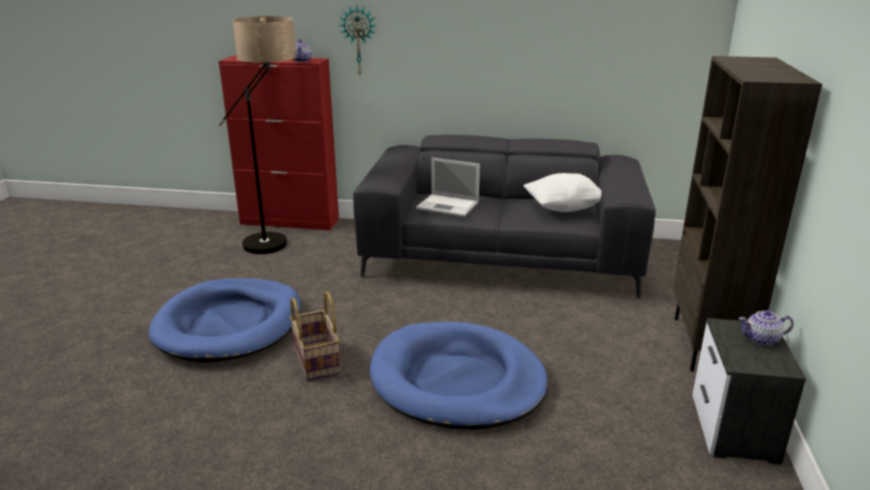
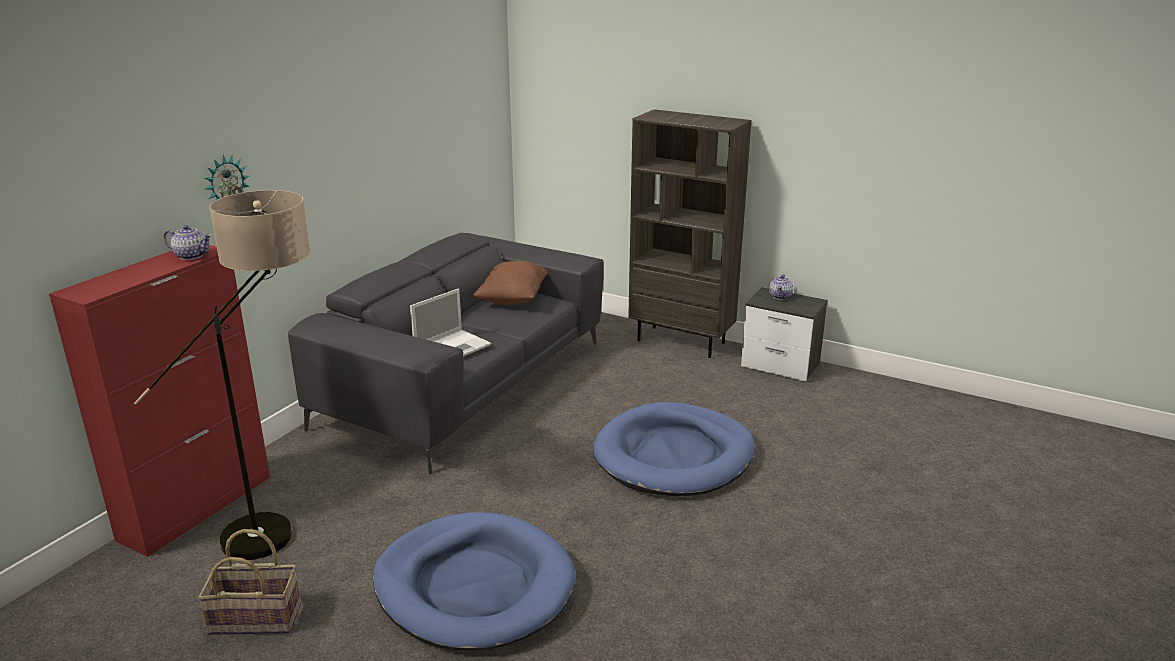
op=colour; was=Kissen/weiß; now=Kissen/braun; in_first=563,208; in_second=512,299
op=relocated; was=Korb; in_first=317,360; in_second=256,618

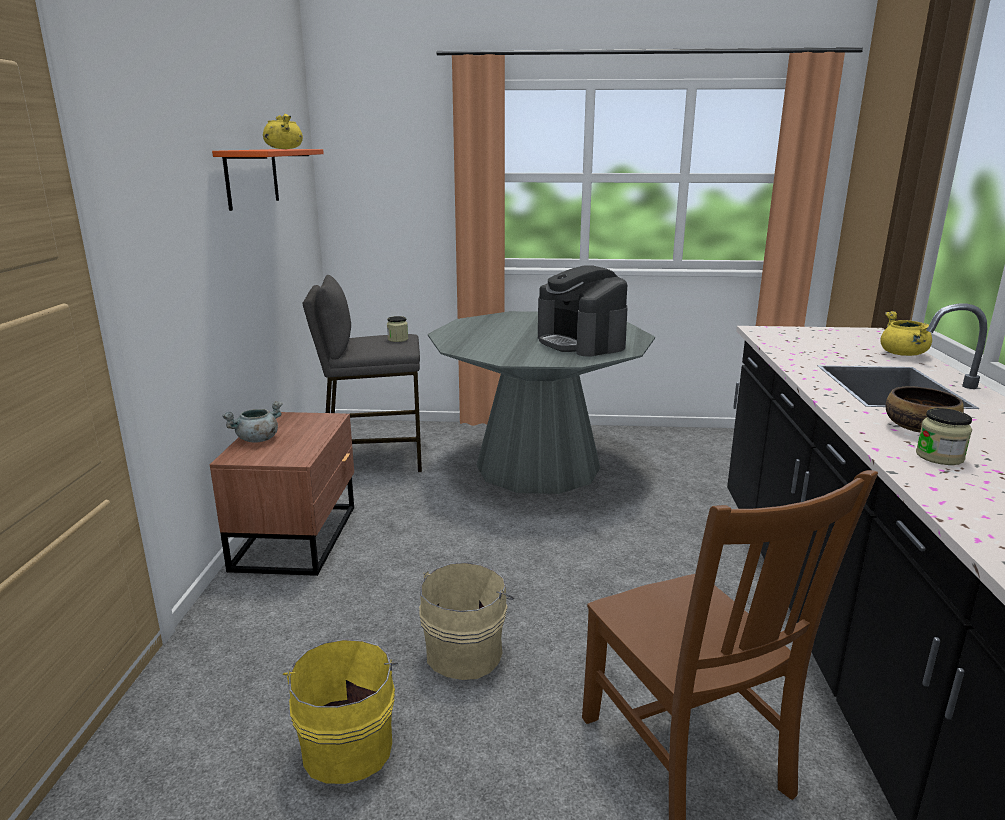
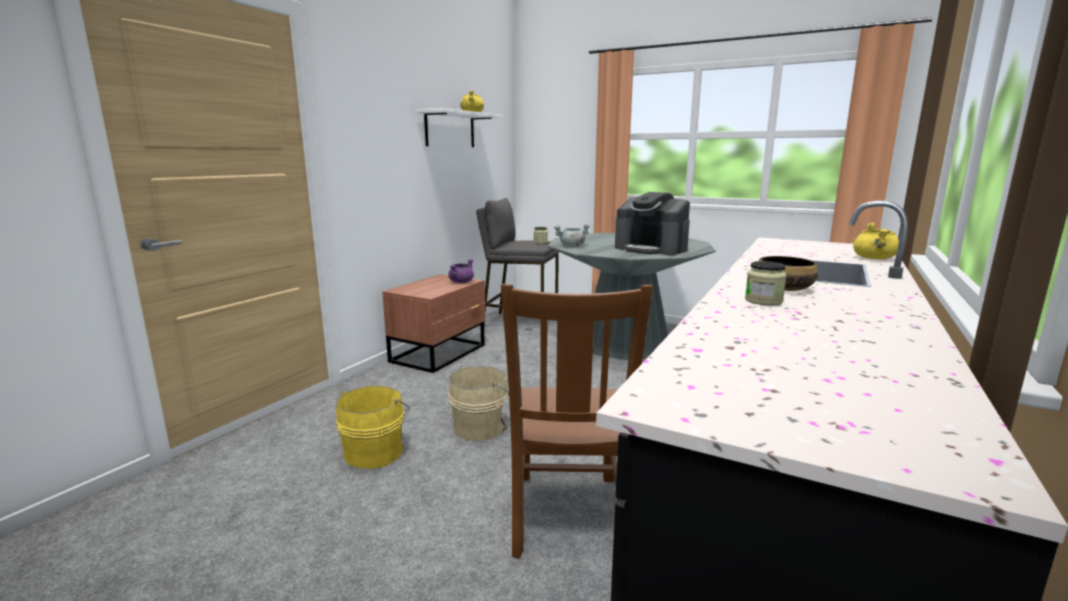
op=colour; was=Wandregal/orange; now=Wandregal/weiß; in_first=252,177; in_second=450,129
op=spun; was=Kaffeemaschine; in_first=581,343; in_second=651,249; clockwise=-45
op=relocated; was=Kochtopf/grau; in_first=257,439; in_second=572,246
op=appeared; now=Kochtopf/lila; in_second=461,282

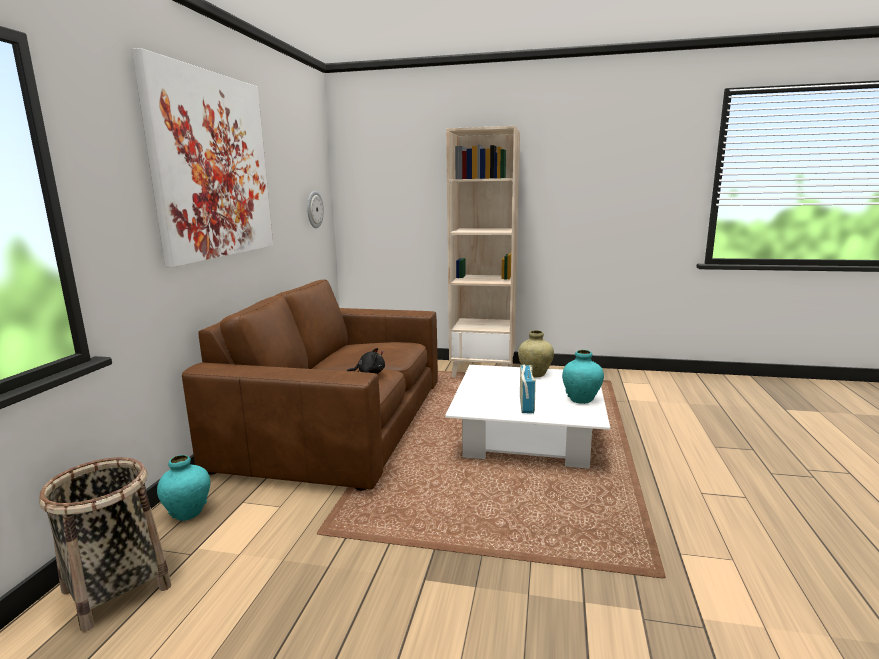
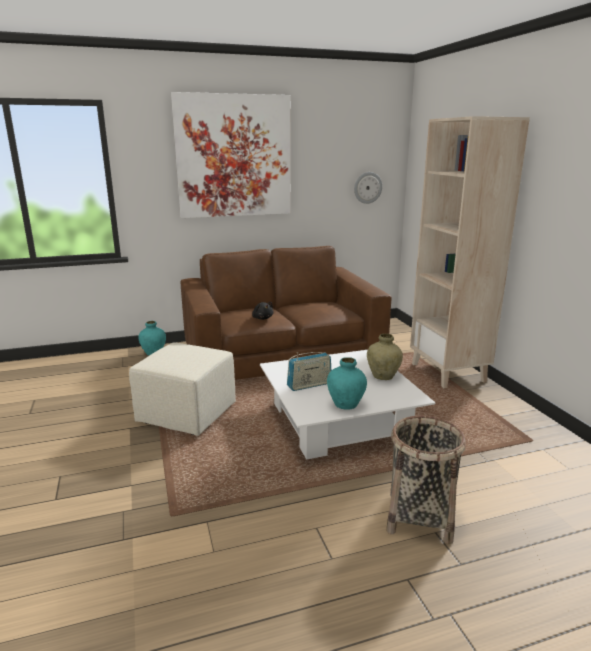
op=relocated; was=Korb; in_first=116,588; in_second=419,517
op=appeared; now=Polsterhocker/beige; in_second=188,415

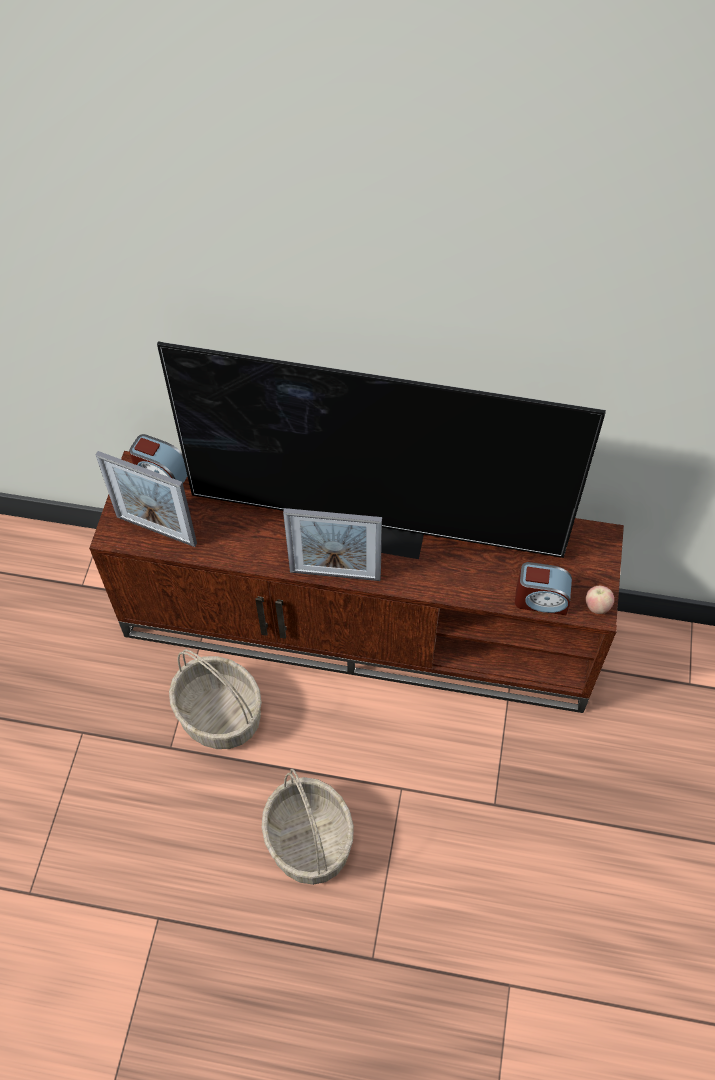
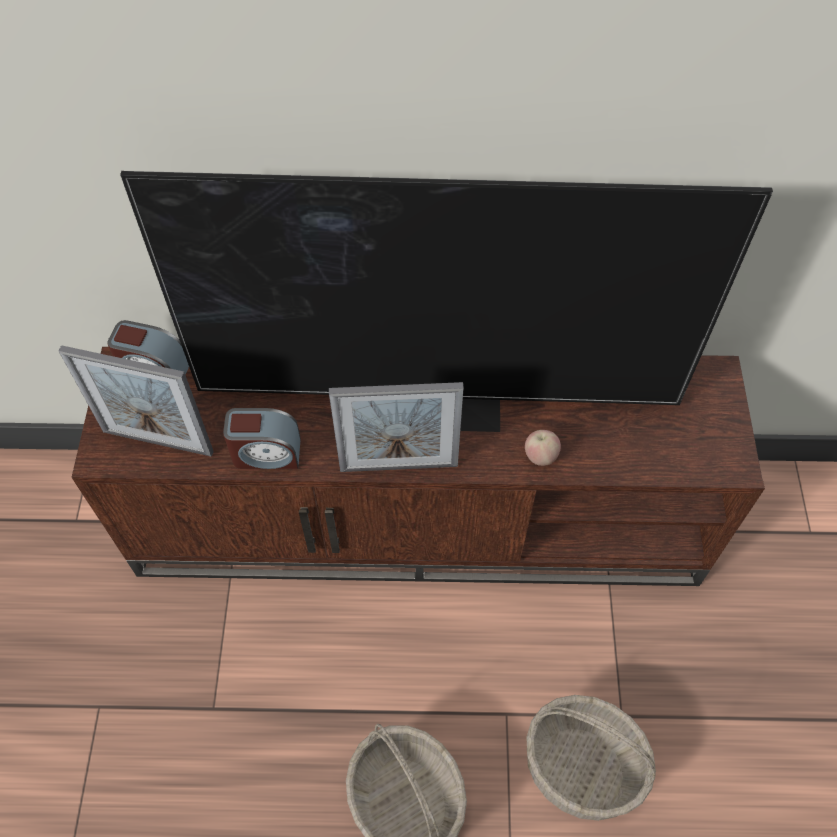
op=relocated; was=Wecker; in_first=541,599; in_second=266,453
op=relocated; was=Apfel; in_first=597,606; in_second=540,456
op=relocated; was=Korb; in_first=221,715; in_second=582,767

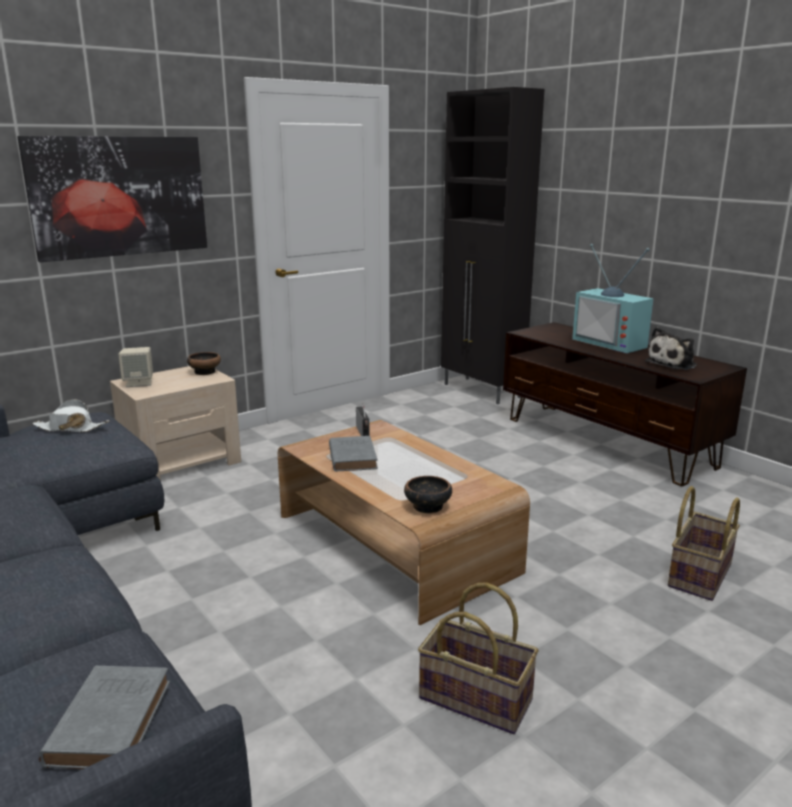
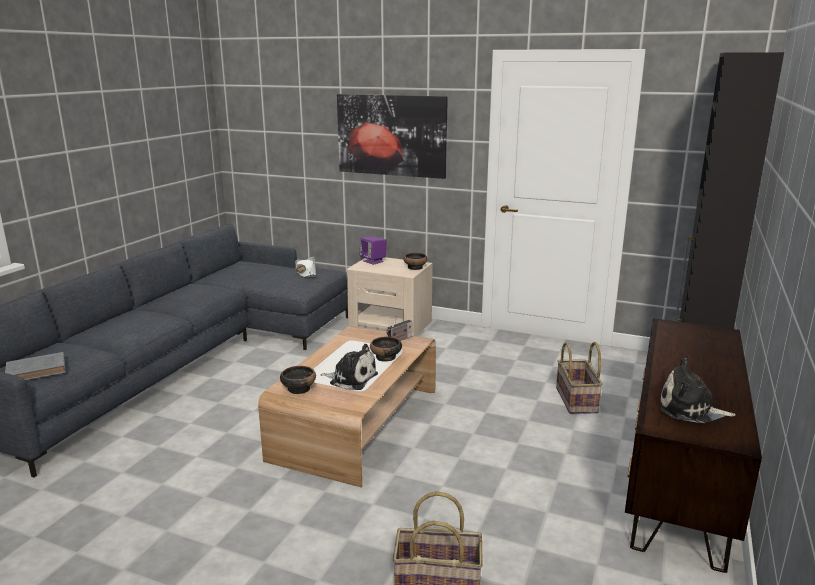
op=missing; was=Fernseher; in_first=612,343
op=colour; was=Lautsprecher/beige; now=Lautsprecher/lila; in_first=139,383; in_second=373,261
op=missing; was=Buch/grau; in_first=352,457
op=relocated; was=Korb; in_first=477,698; in_second=577,400
op=appeared; now=Schüssel; in_second=386,357
op=appeared; now=Plüschtier; in_second=351,378

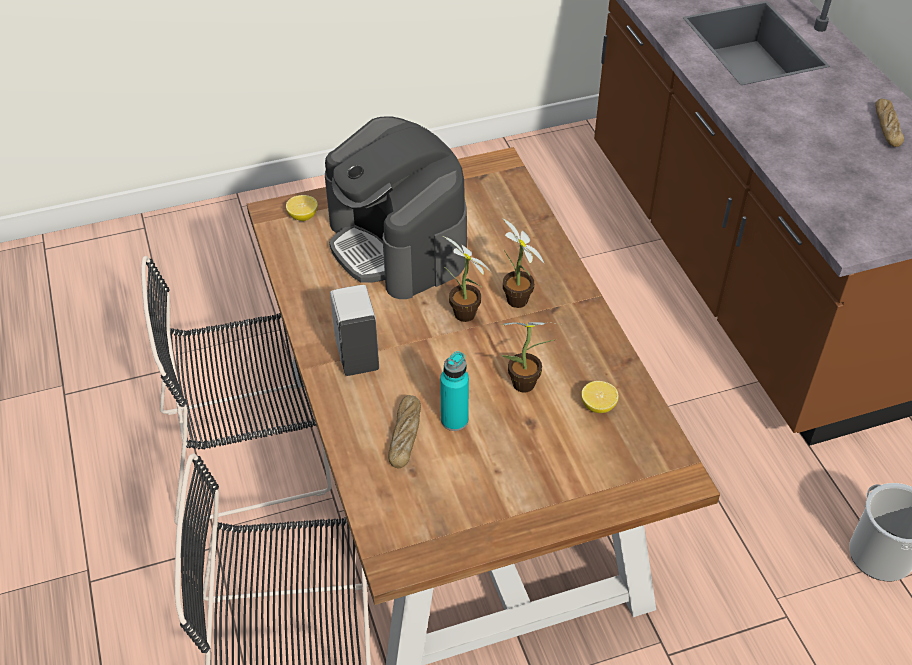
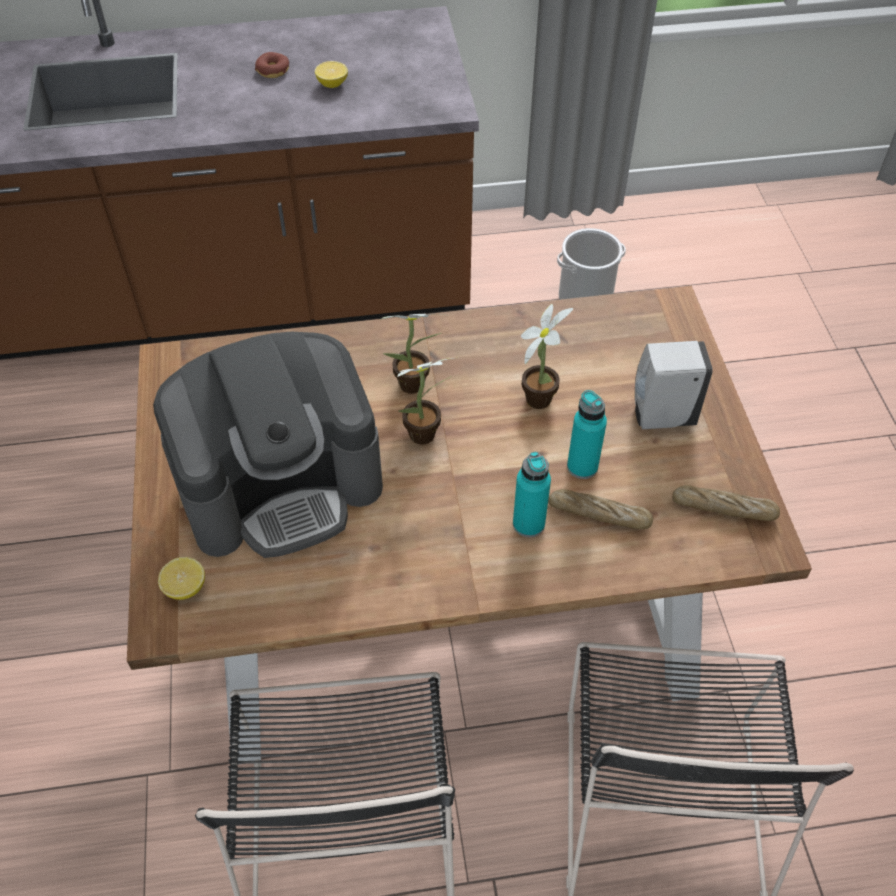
op=relocated; was=Brot; in_first=887,127; in_second=723,509
op=relocated; was=Seifenspender/weiß; in_first=357,355; in_second=660,416
op=relocated; was=Zitrone; in_first=598,406; in_second=332,84
op=appeared; now=Donut; in_second=273,70
op=appeared; now=Flasche/türkis; in_second=528,524

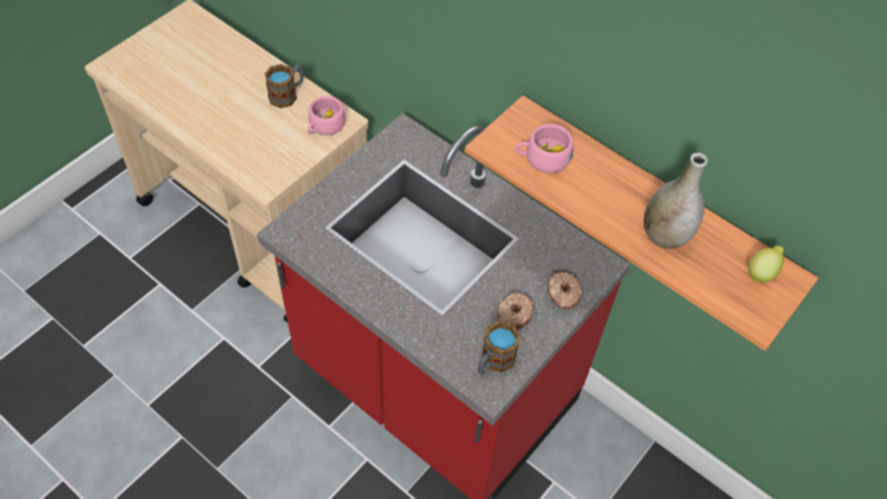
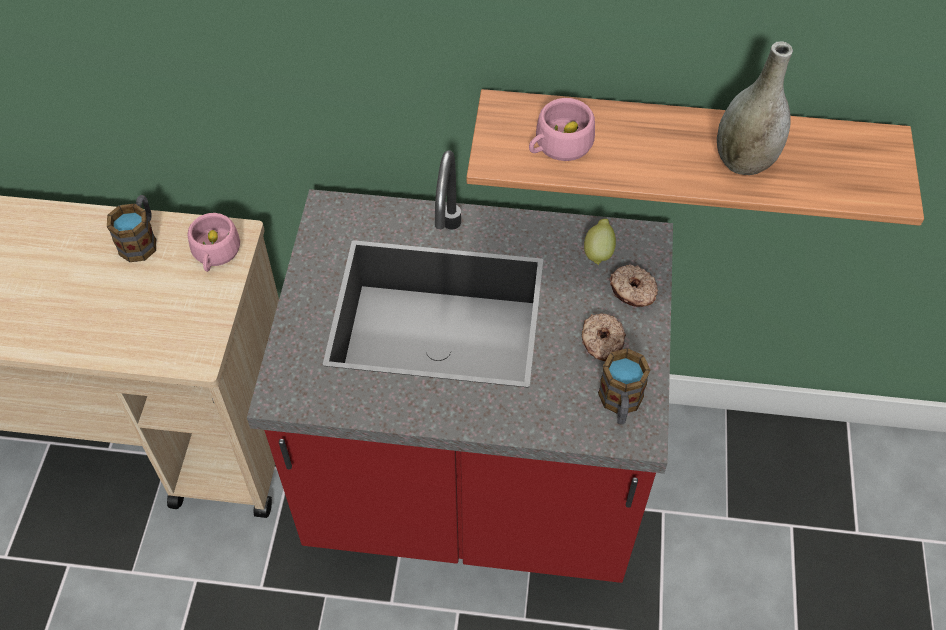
op=relocated; was=Zitrone; in_first=761,273; in_second=598,252

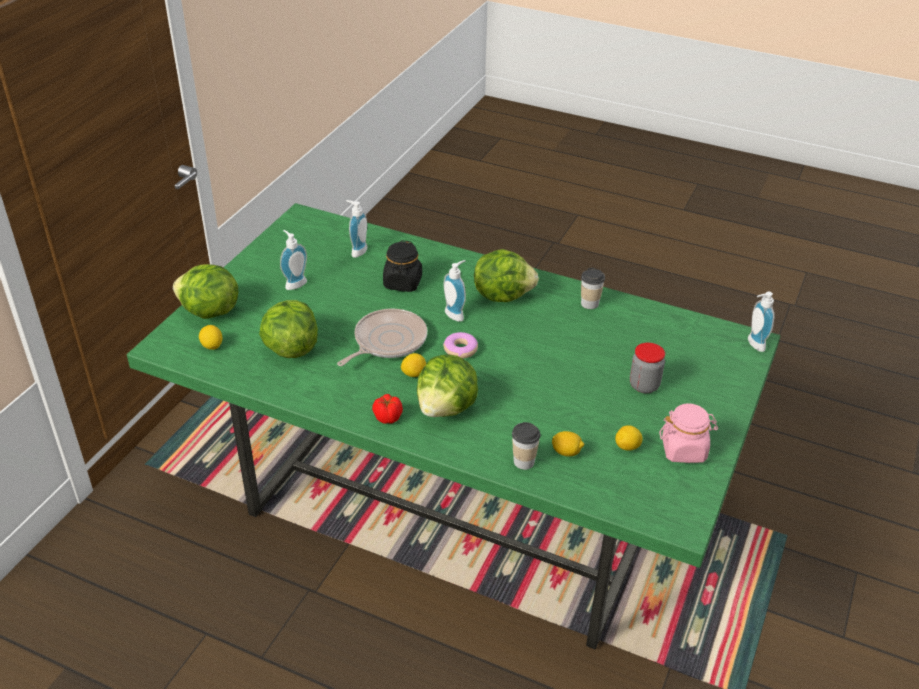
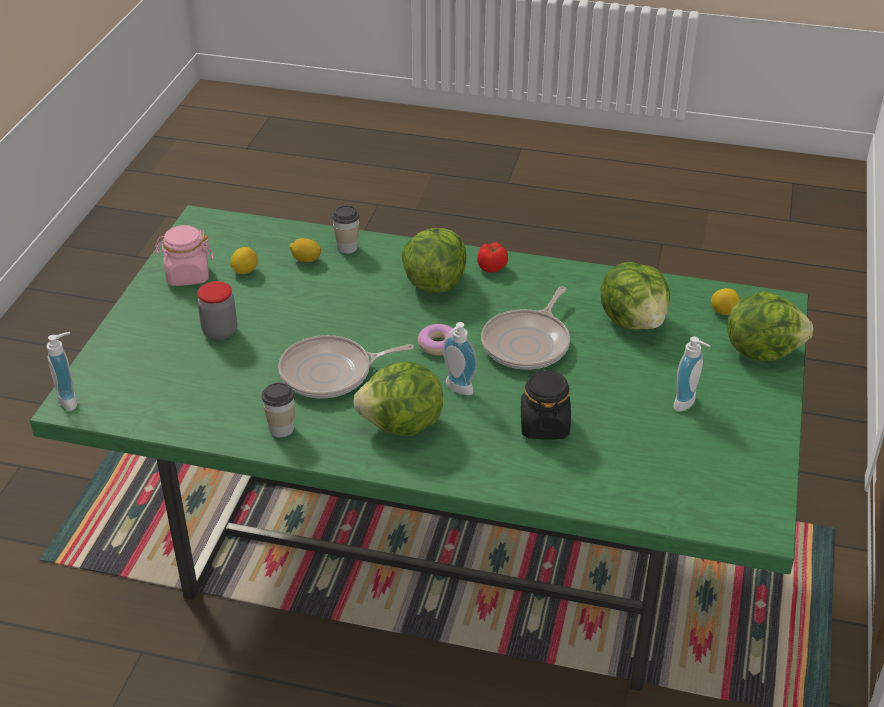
op=missing; was=Seifenspender; in_first=357,251
op=missing; was=Zitrone; in_first=413,374
op=appeared; now=Pfanne; in_second=331,373

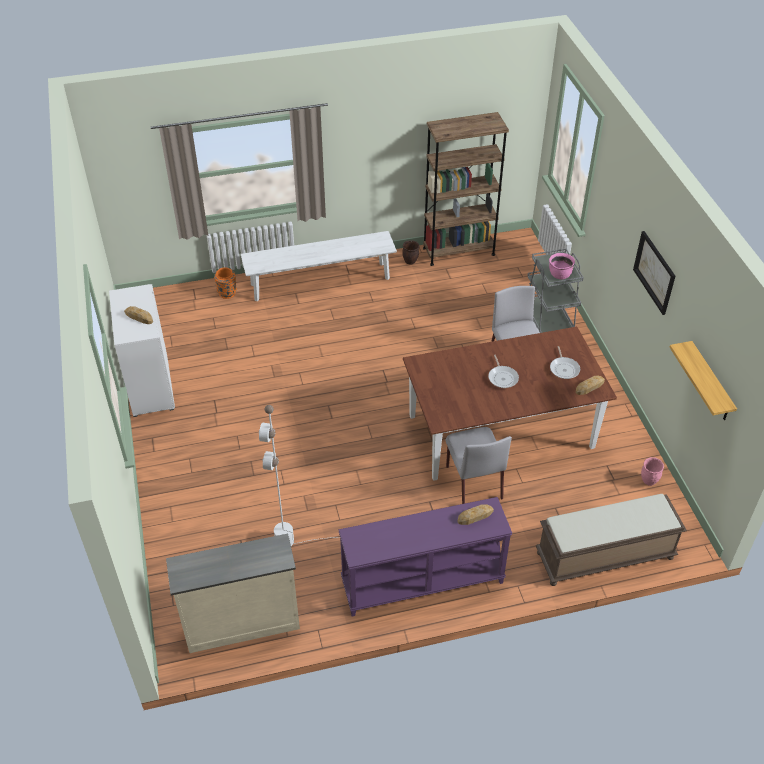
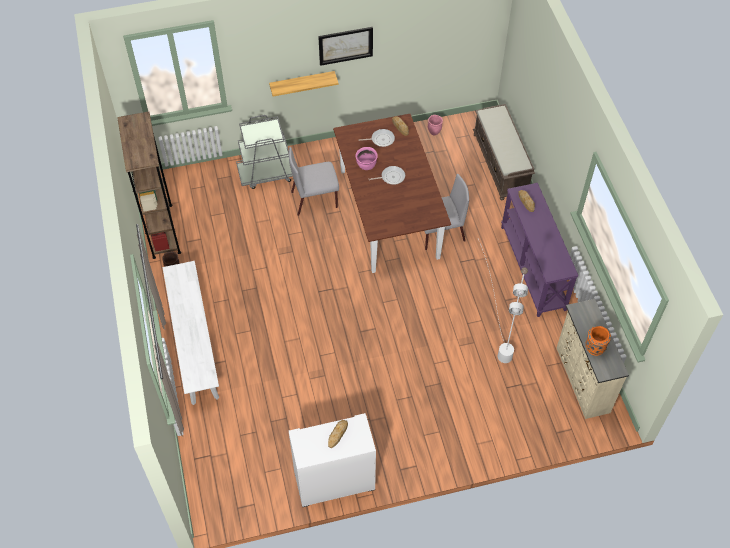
op=relocated; was=Kochtopf/rosa; in_first=559,275; in_second=366,165
op=relocated; was=Vase/orange; in_first=227,293; in_second=594,348
op=relocated; was=Wandregal; in_first=710,383; in_second=302,83

